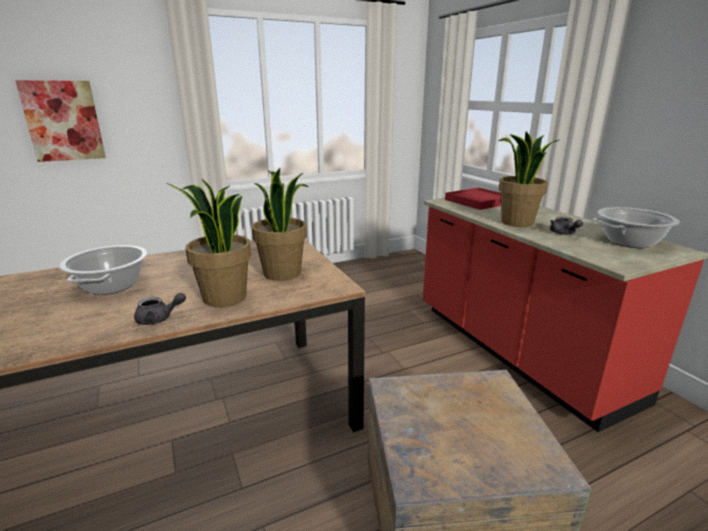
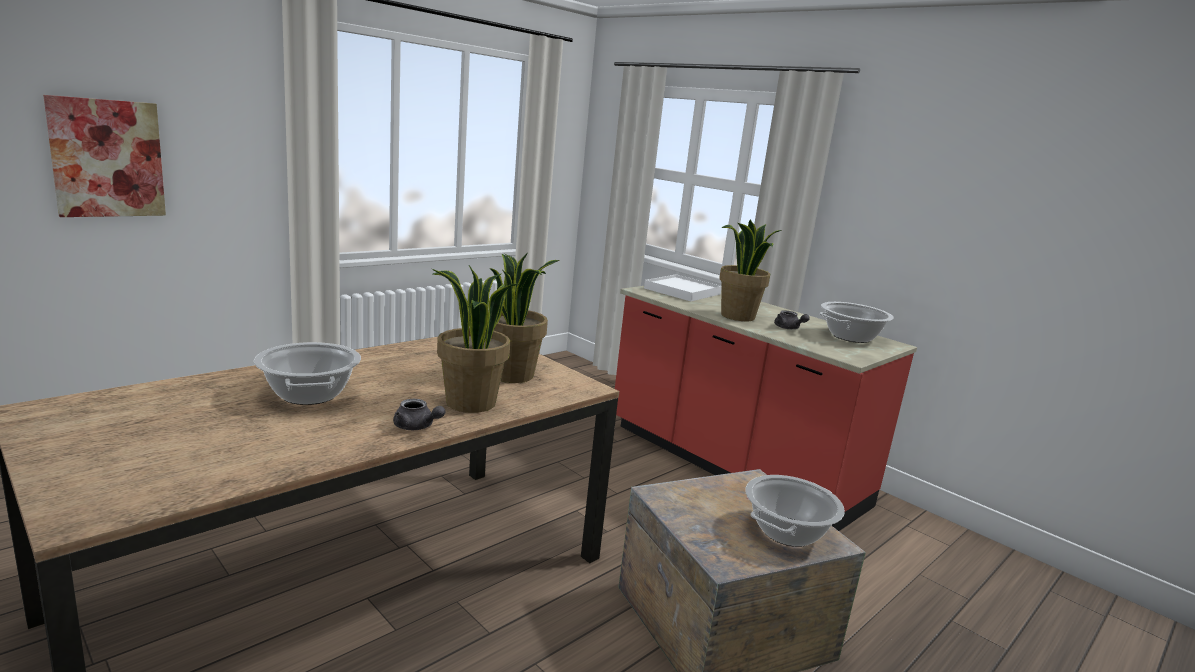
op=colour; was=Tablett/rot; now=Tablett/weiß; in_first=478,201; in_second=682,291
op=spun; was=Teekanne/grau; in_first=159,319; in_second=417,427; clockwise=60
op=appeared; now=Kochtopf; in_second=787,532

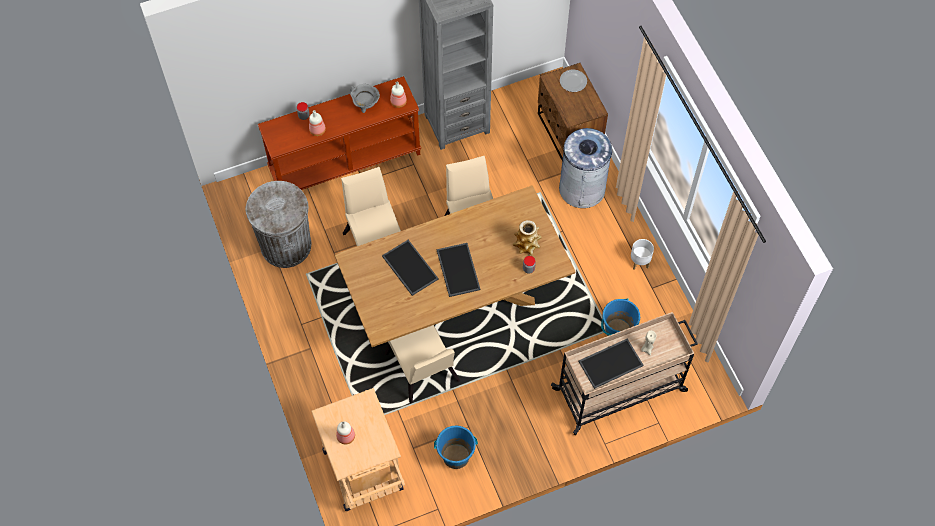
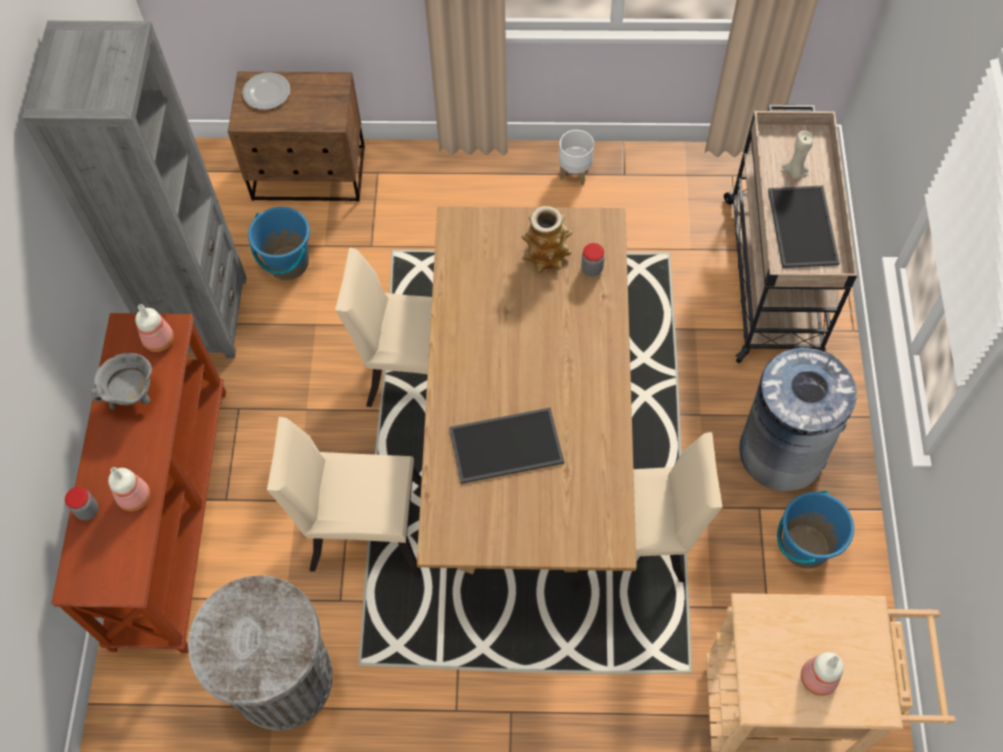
op=relocated; was=Mülleimer/grau; in_first=582,188; in_second=781,451
op=missing; was=Tablett; in_first=457,269
op=relocated; was=Eimer/blau; in_first=617,330; in_second=288,263

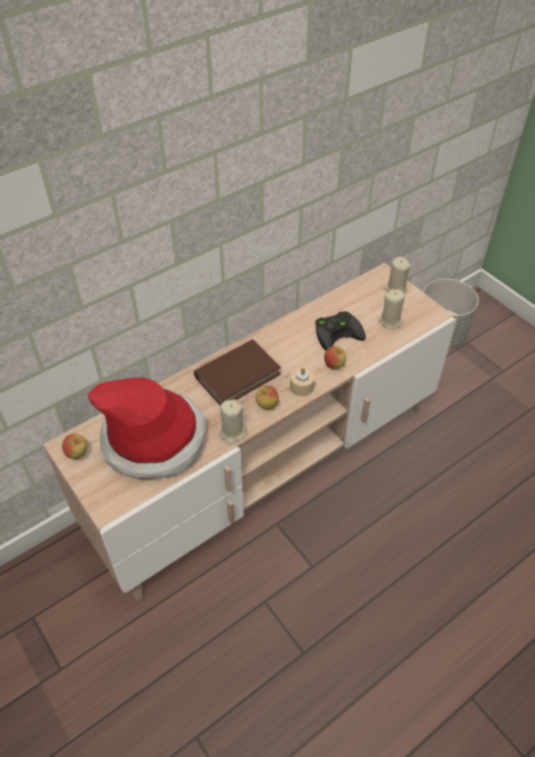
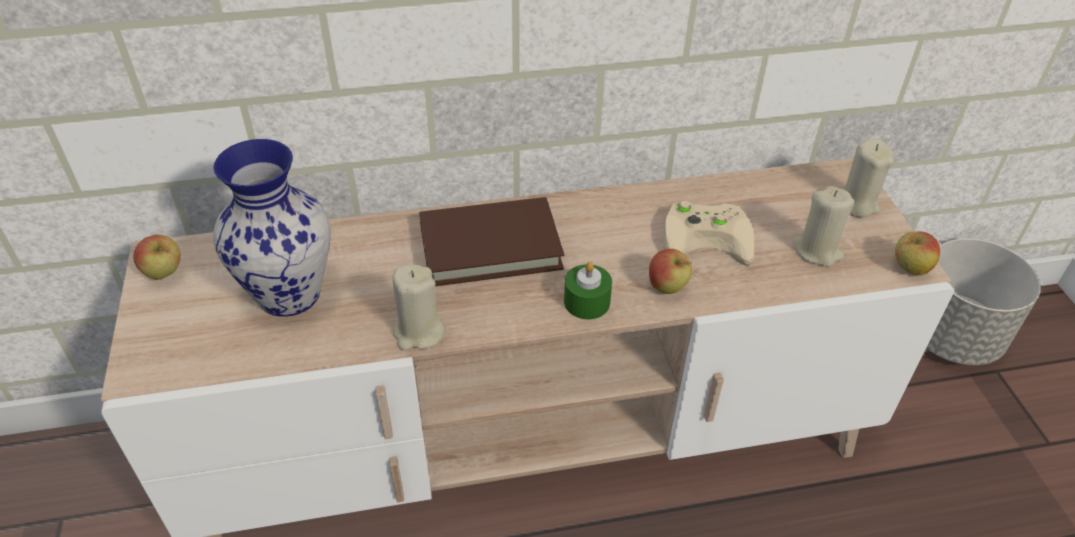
op=colour; was=Gamepad/schwarz; now=Gamepad/beige; in_first=338,331; in_second=708,236
op=colour; was=Kerze/beige; now=Kerze/grün; in_first=301,387; in_second=587,302
op=exchanged; was=Hut; now=Vase; in_first=154,439; in_second=290,295
op=relocated; was=Apfel; in_first=267,405; in_second=909,269

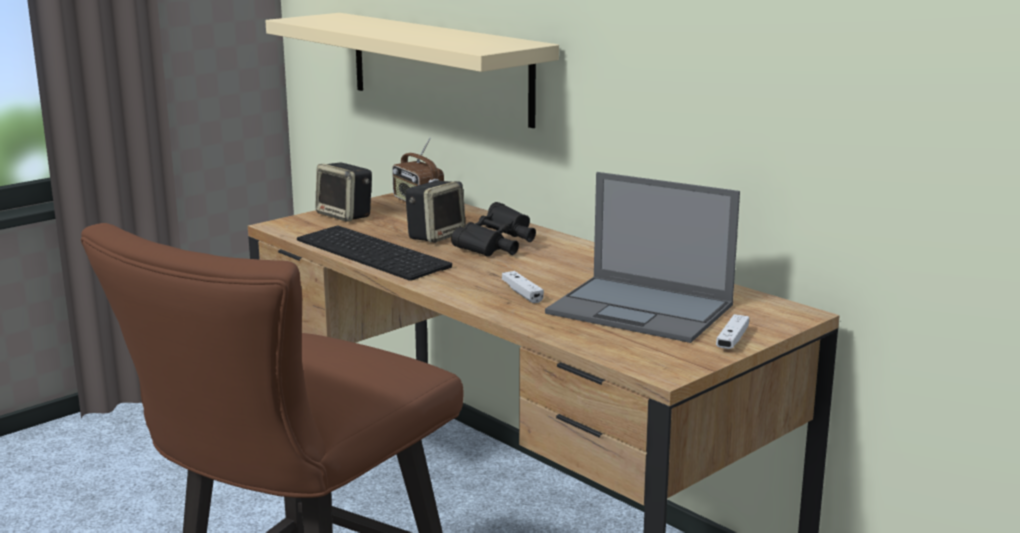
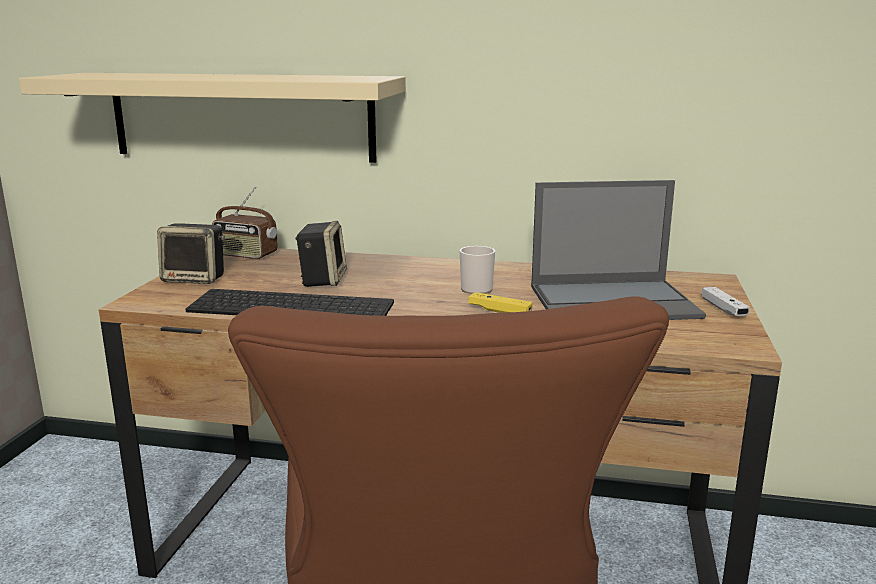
op=missing; was=Fernglas/schwarz; in_first=497,247
op=colour; was=Gamepad/weiß; now=Gamepad/gelb; in_first=522,293; in_second=499,311
op=appeared; now=Henkelbecher; in_second=477,288

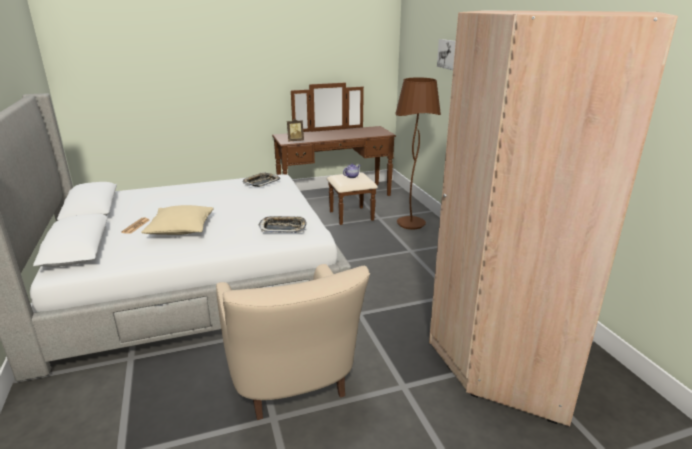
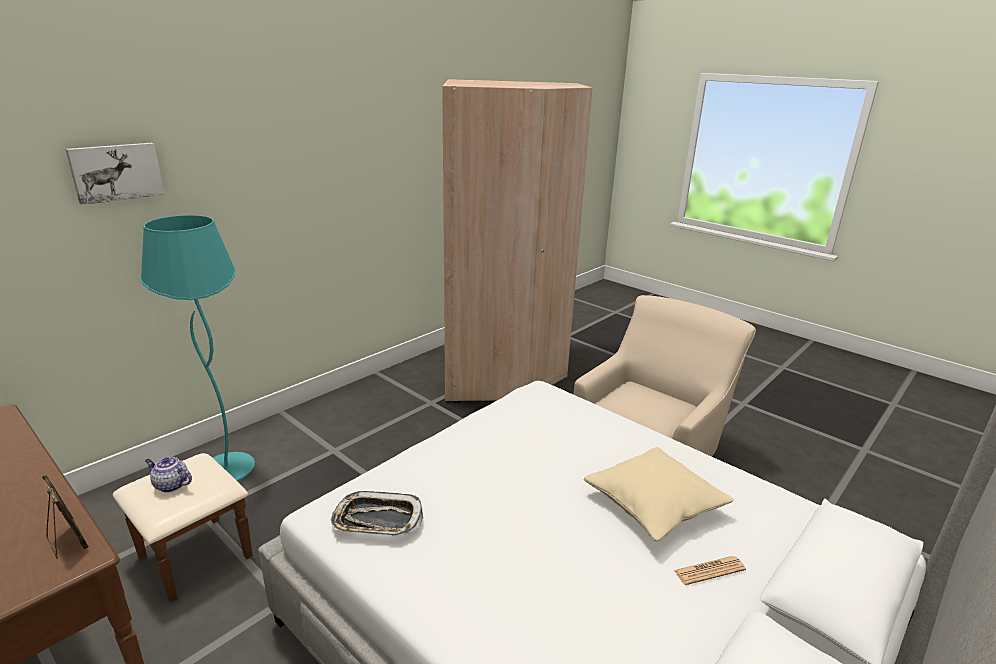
op=colour; was=Stehlampe/braun; now=Stehlampe/türkis; in_first=411,224; in_second=227,471
op=missing; was=Tablett; in_first=283,228

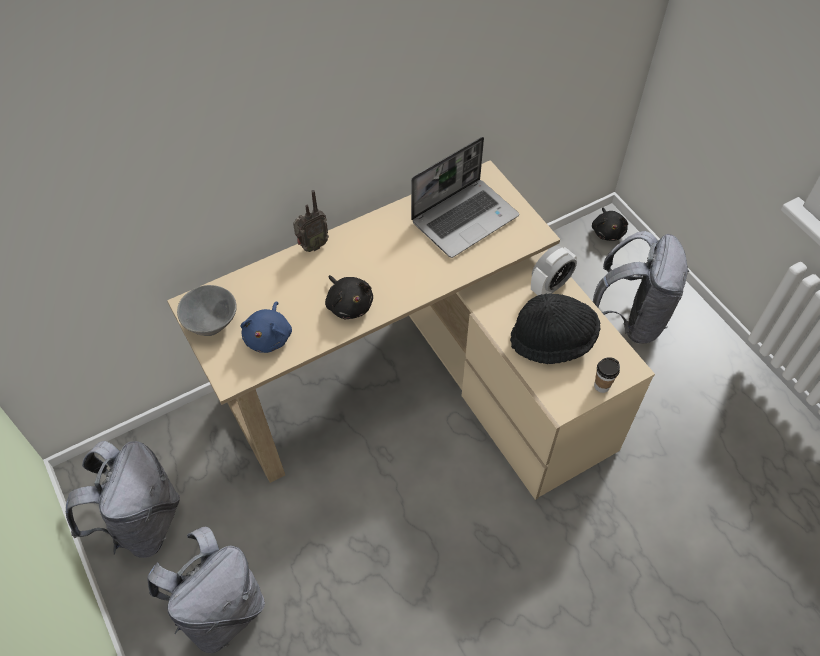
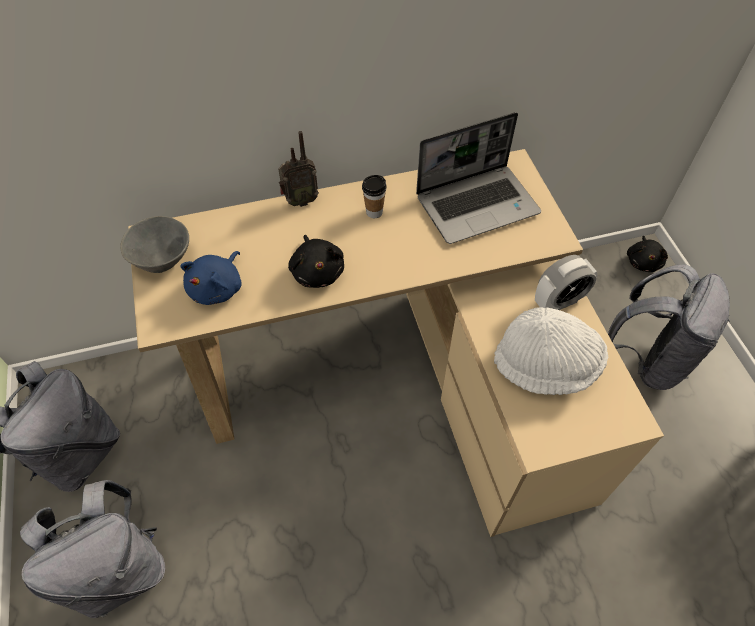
op=colour; was=Hut/schwarz; now=Hut/weiß; in_first=552,340; in_second=545,365
op=relocated; was=Tasse; in_first=601,386; in_second=374,212

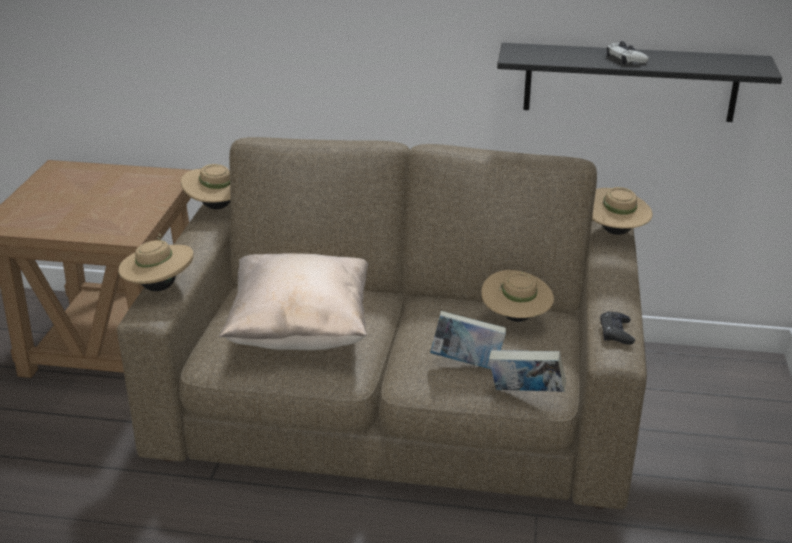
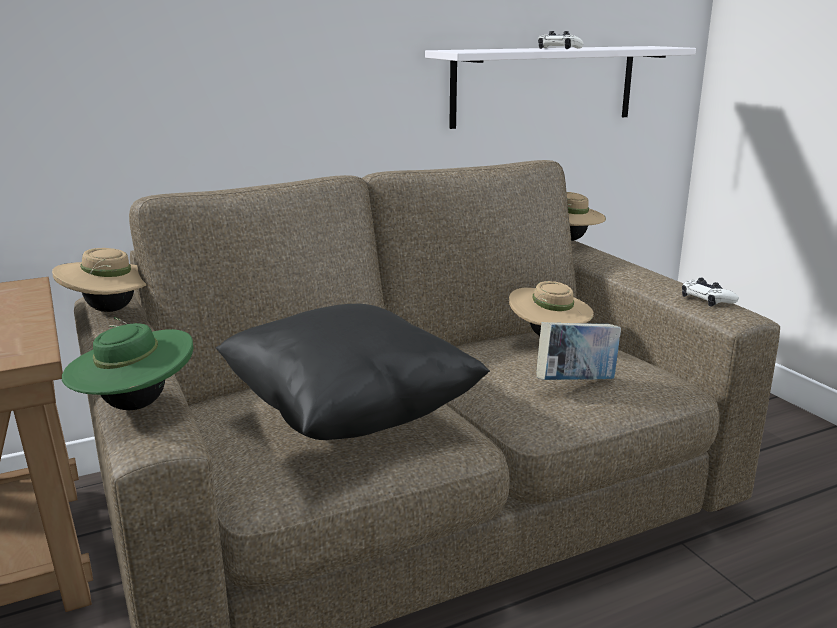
op=colour; was=Wandregal/schwarz; now=Wandregal/weiß; in_first=630,82; in_second=544,85
op=colour; was=Hut/beige; now=Hut/grün; in_first=159,287; in_second=135,405
op=colour; was=Kissen/beige; now=Kissen/schwarz; in_first=300,331; in_second=350,415
op=colour; was=Gamepad/schwarz; now=Gamepad/weiß; in_first=616,332; in_second=707,298
op=missing; was=Buch; in_first=525,394

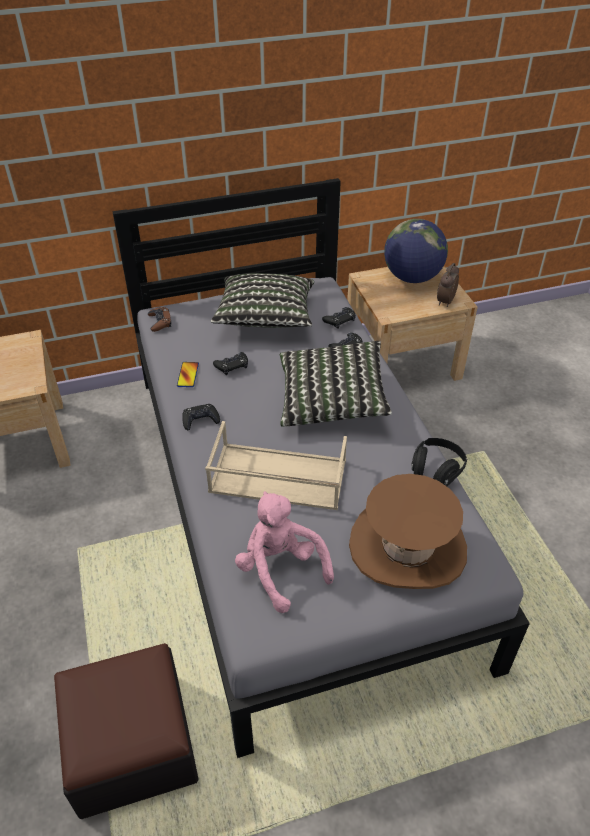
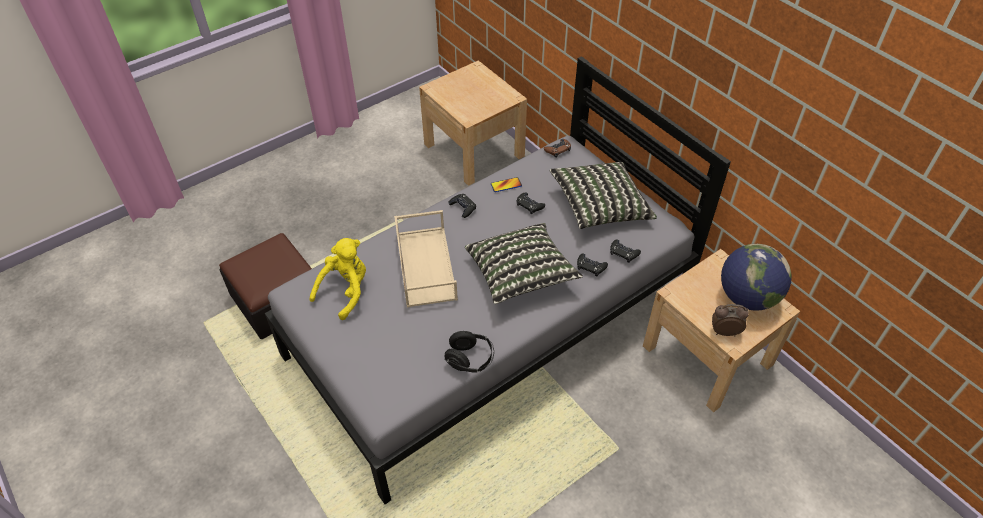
op=missing; was=Hut/braun; in_first=407,546
op=colour; was=Plüschtier/rosa; now=Plüschtier/gelb; in_first=280,569; in_second=345,291

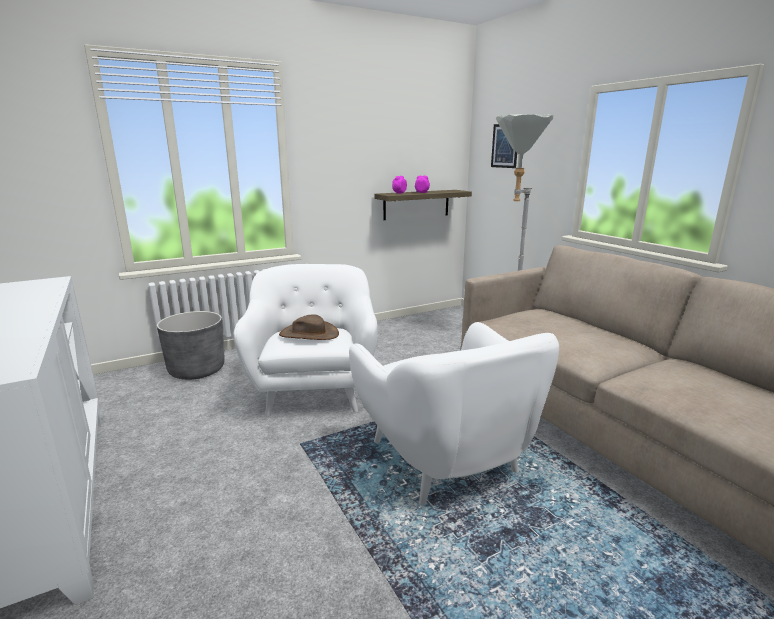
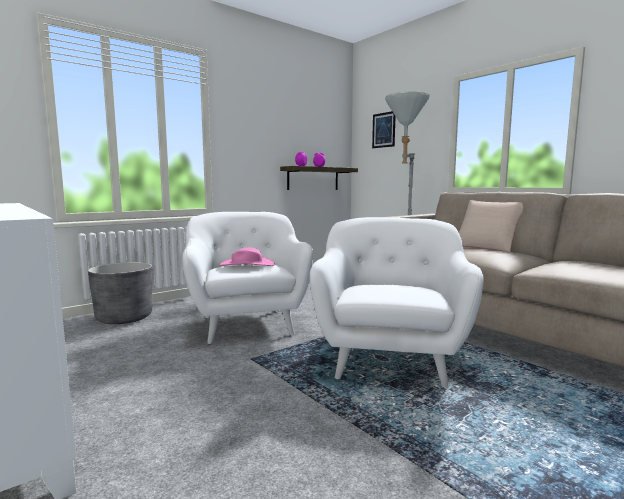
op=colour; was=Hut/braun; now=Hut/rosa; in_first=309,334; in_second=247,265
op=spun; was=Sessel/weiß; in_first=445,459; in_second=389,359; clockwise=-135
op=appeared; now=Kissen/beige; in_second=487,247

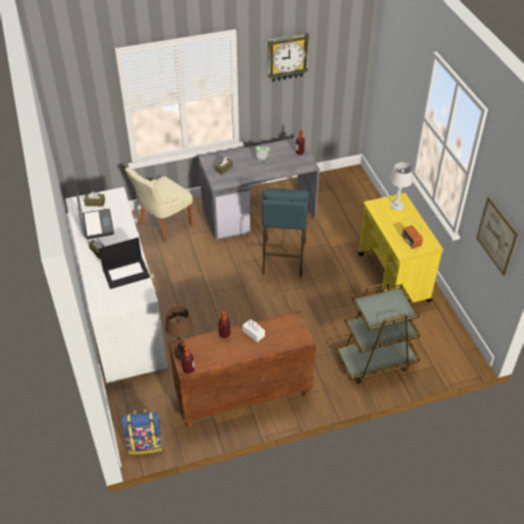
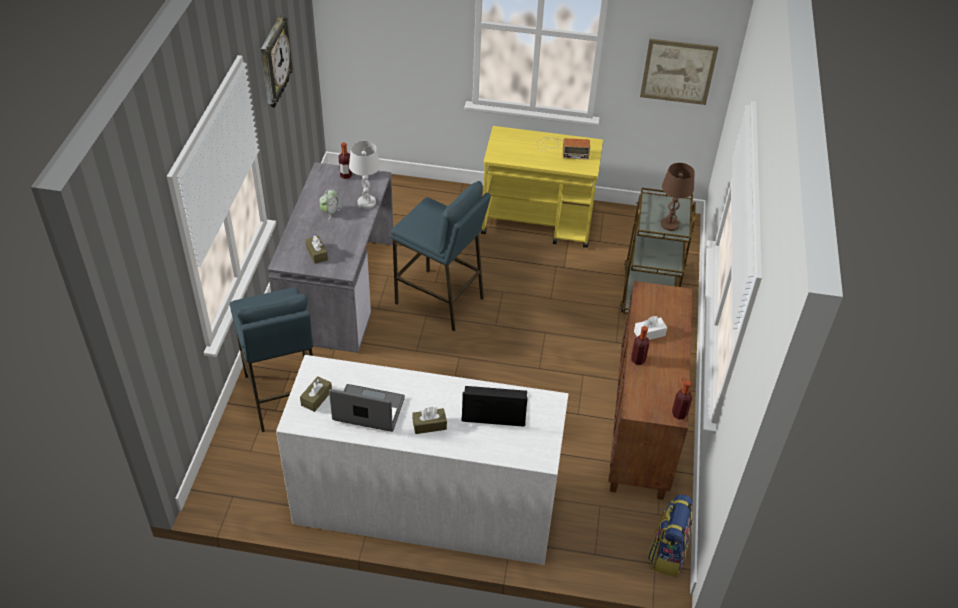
op=relocated; was=Tischlampe/weiß; in_first=397,206; in_second=367,202
op=exchanged; was=Stuhl/beige; now=Hocker/blau; in_first=164,225; in_second=283,396
op=spun; was=Laptop; in_first=126,272; in_second=493,408; clockwise=-90
op=relocated; was=Tischlampe/braun; in_first=182,352; in_second=670,224

